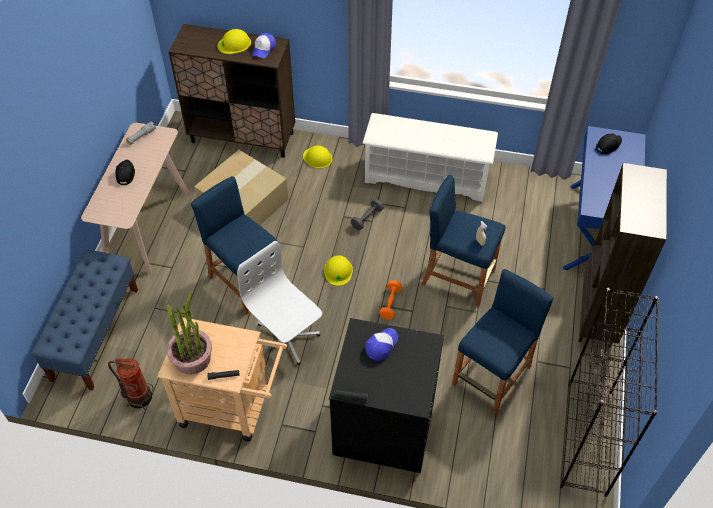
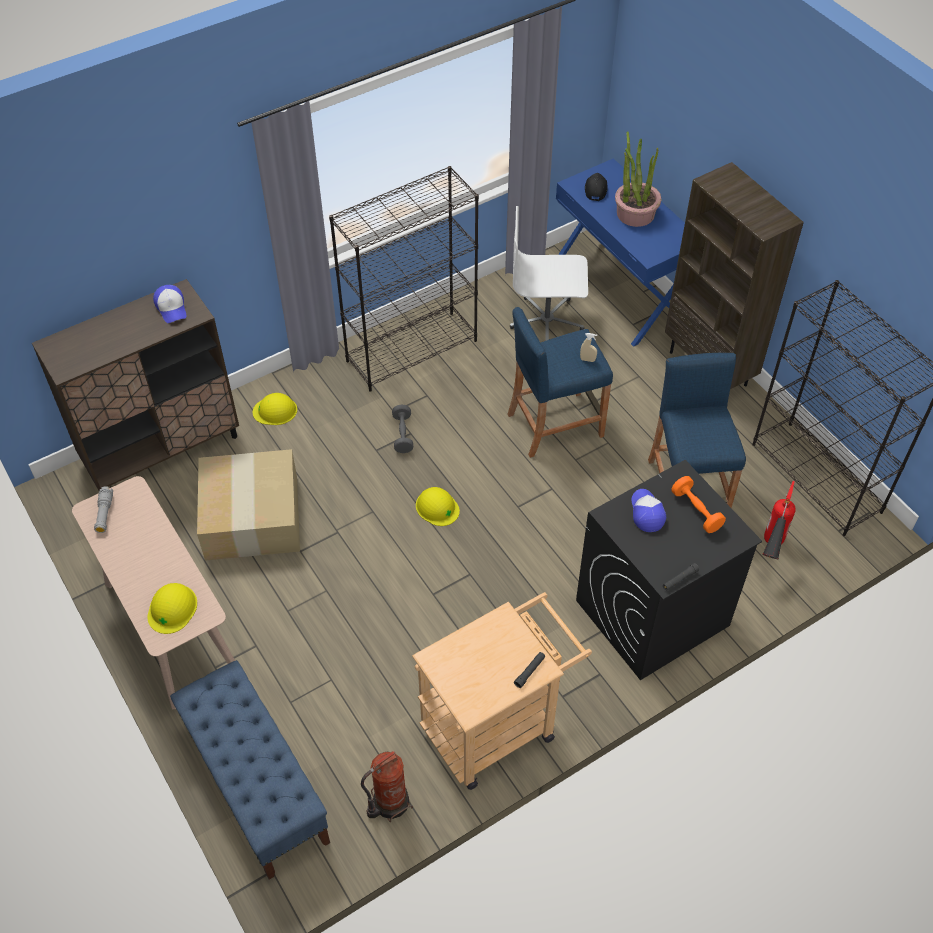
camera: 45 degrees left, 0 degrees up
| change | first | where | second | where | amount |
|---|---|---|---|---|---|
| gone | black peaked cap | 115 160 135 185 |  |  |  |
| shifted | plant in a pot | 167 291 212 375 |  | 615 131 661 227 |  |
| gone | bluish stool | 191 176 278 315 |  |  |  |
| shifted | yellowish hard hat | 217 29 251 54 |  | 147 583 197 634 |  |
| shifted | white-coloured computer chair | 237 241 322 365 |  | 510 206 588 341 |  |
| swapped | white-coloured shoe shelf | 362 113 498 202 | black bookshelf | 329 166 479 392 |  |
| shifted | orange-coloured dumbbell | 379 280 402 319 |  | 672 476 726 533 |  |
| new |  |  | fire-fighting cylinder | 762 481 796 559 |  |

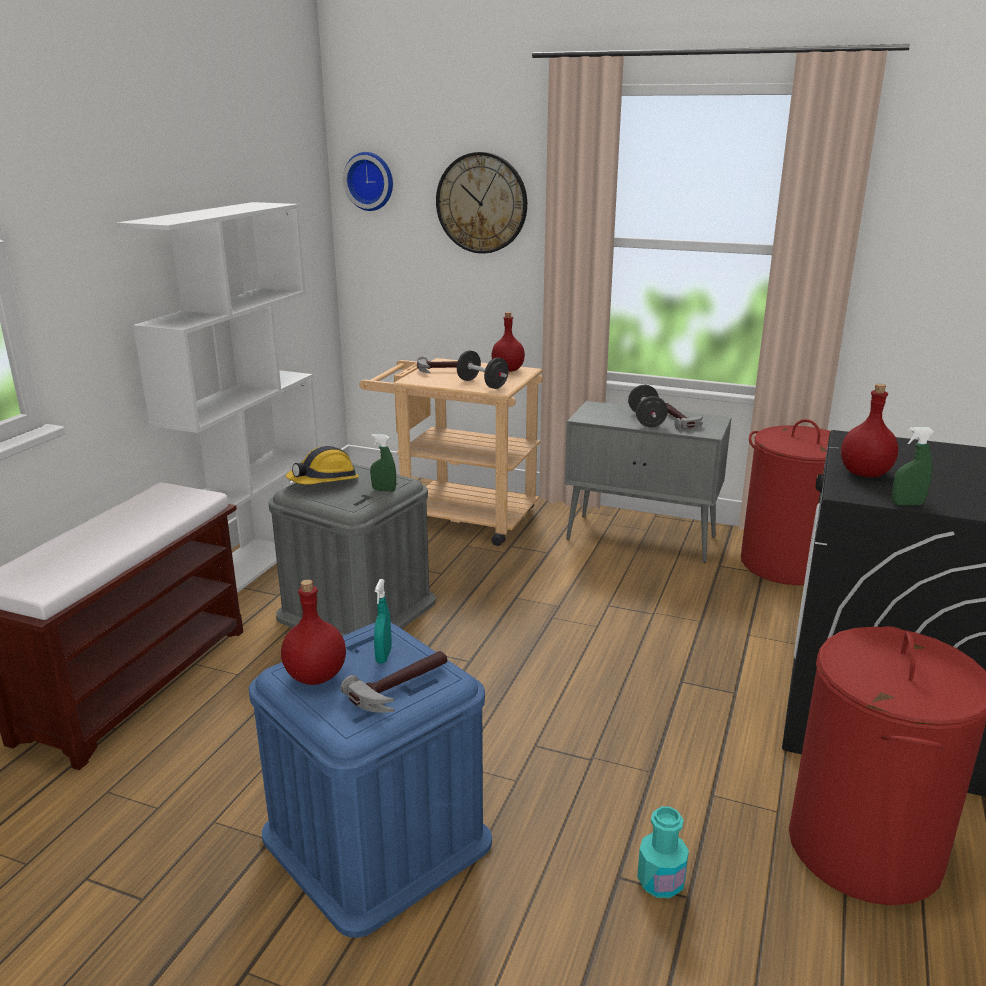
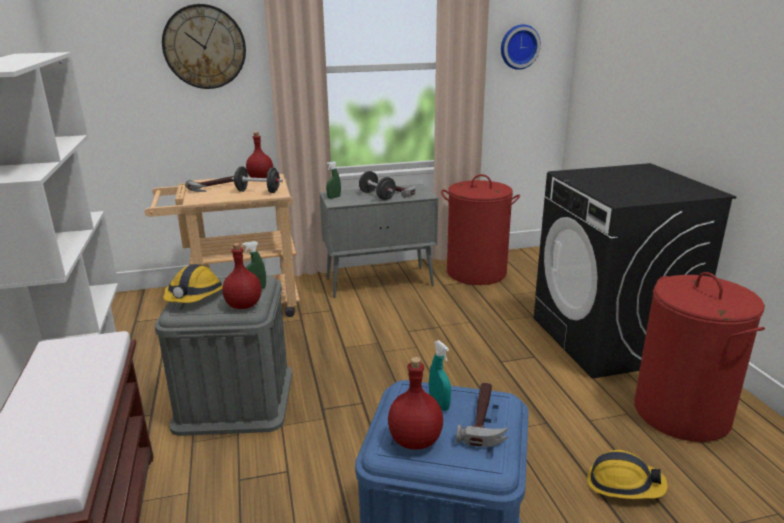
camera: 35 degrees left, 0 degrees up
| change | first | where | second | where | amount |
|---|---|---|---|---|---|
| shifted | hanging clock | 343 152 393 211 |  | 501 24 541 70 |  |
| swapped | turquoise bottle | 637 806 689 898 | hard hat | 587 450 668 499 |  |
| shifted | red-coloured bottle | 841 384 898 477 |  | 222 243 261 309 |  |
| shifted | greenish spray bottle | 892 427 934 506 |  | 326 161 341 199 |  |

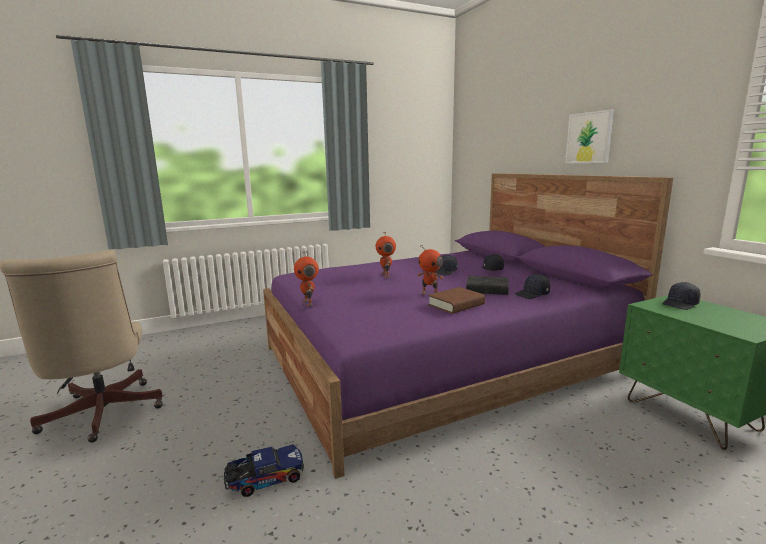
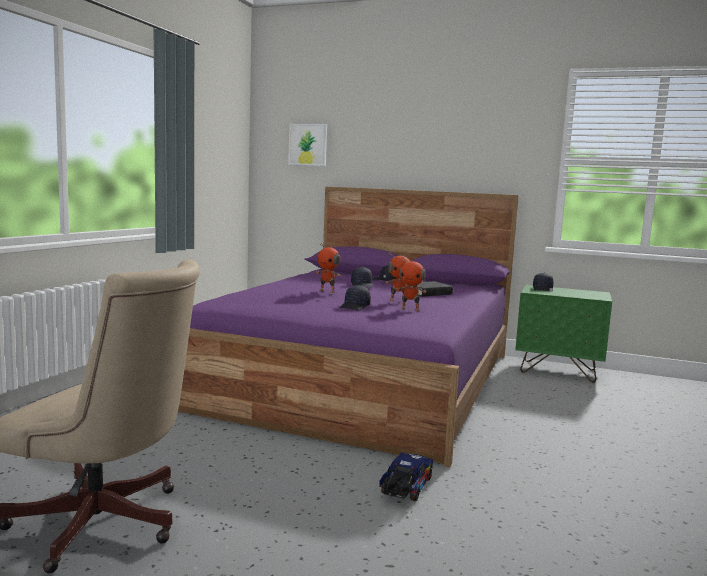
camera: 45 degrees left, 5 degrees down
| change | first | where | second | where | amount |
|---|---|---|---|---|---|
| shifted | toy robot | 294 252 319 306 |  | 397 257 427 311 |  |
| gone | brown-coloured volume | 428 287 485 314 |  |  |  |
| shifted | black peaked cap | 514 274 550 299 |  | 340 285 371 310 |  |
| shifted | wall picture | 565 109 614 163 |  | 288 124 327 166 |  |

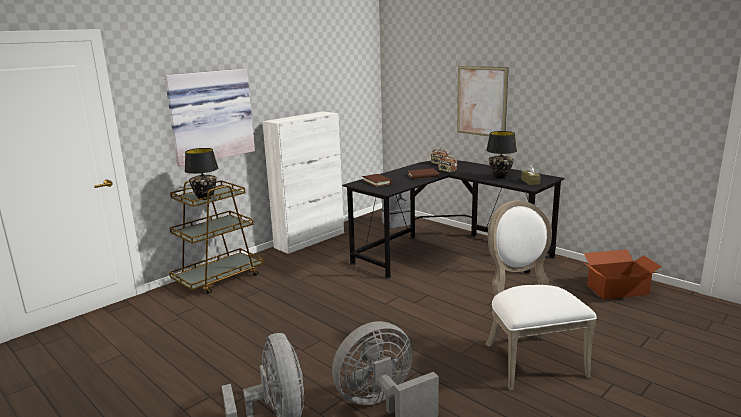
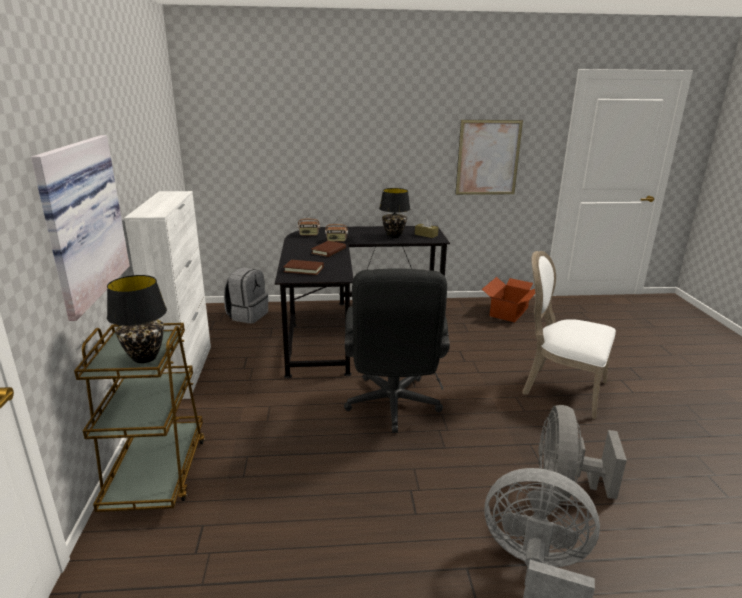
camera: 50 degrees left, 5 degrees up
| change | first | where | second | where | amount |
|---|---|---|---|---|---|
| shifted | wall picture | 457 66 509 136 |  | 455 120 523 195 |  |
| new |  |  | black computer chair | 344 268 450 433 |  |

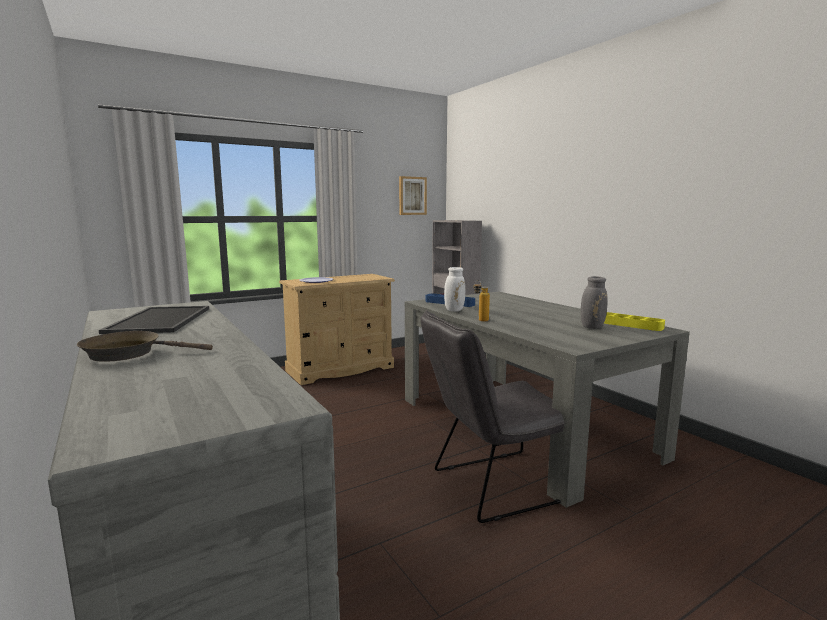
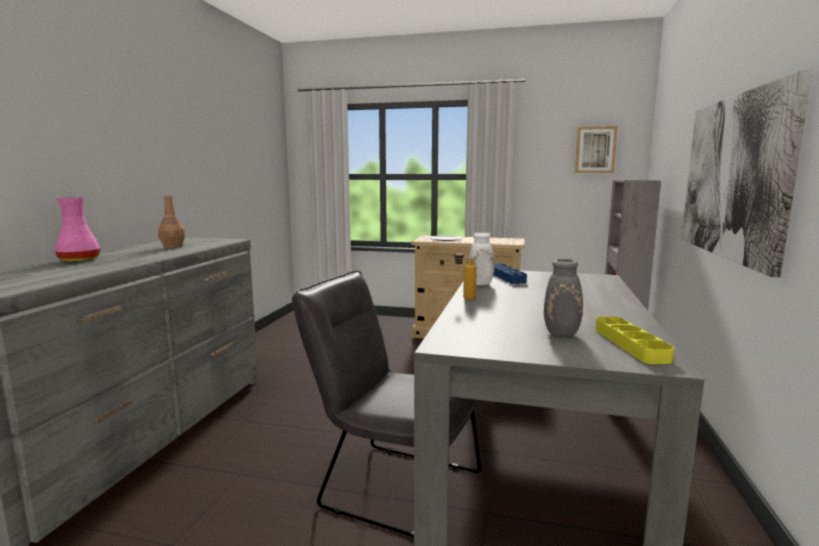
camera: 45 degrees right, 0 degrees up
| change | first | where | second | where | amount |
|---|---|---|---|---|---|
| swapped | brown-coloured pan | 77 331 213 362 | pink decorative vase | 55 197 100 262 |  |
| swapped | tray | 99 306 209 334 | brown-coloured bottle | 158 194 185 248 |  |
| new |  |  | wall picture | 681 69 813 277 |  |

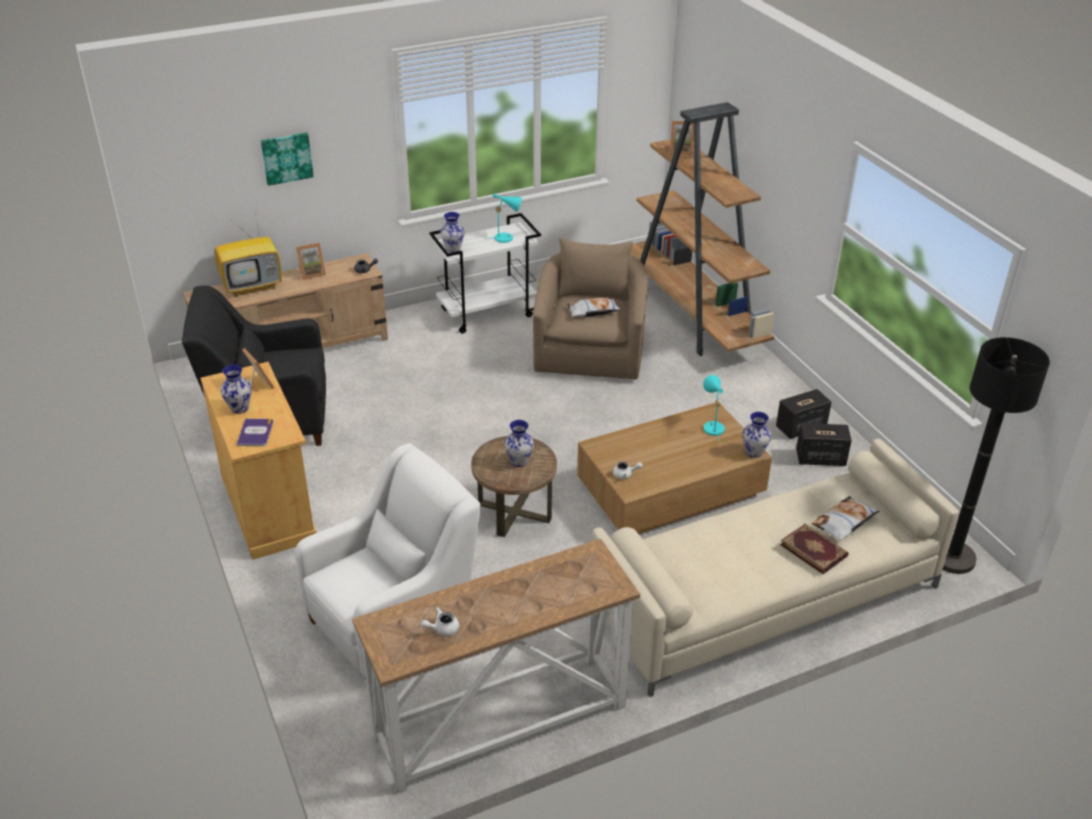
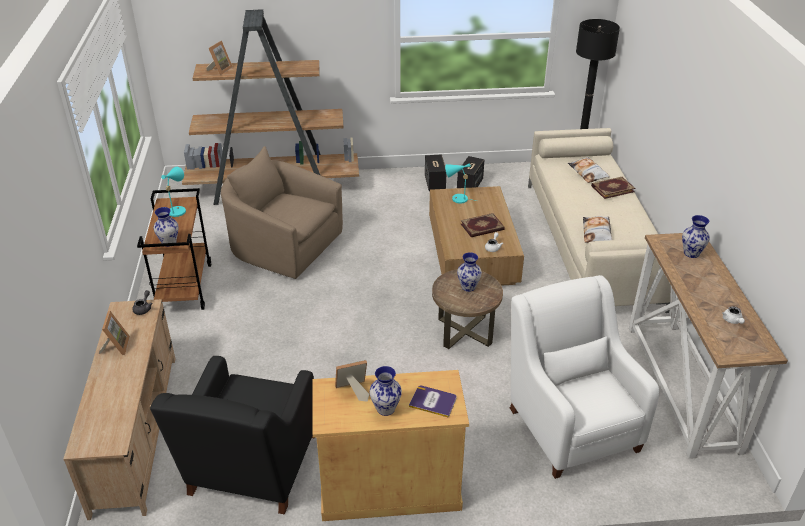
camera: 70 degrees left, 0 degrees up
| change | first | where | second | where | amount |
|---|---|---|---|---|---|
| gone | television | 215 212 282 297 |  |  |  |
| gone | wall picture | 261 132 314 186 |  |  |  |
| repainted | white-coloured trolley | 429 213 541 334 | brown-coloured trolley | 137 188 211 310 |  |
| shifted | cushion | 567 298 621 317 |  | 583 216 612 243 |  |
| shifted | decorative vase | 742 412 771 458 |  | 682 215 710 258 |  |
| new |  |  | volume | 461 213 504 237 |  |

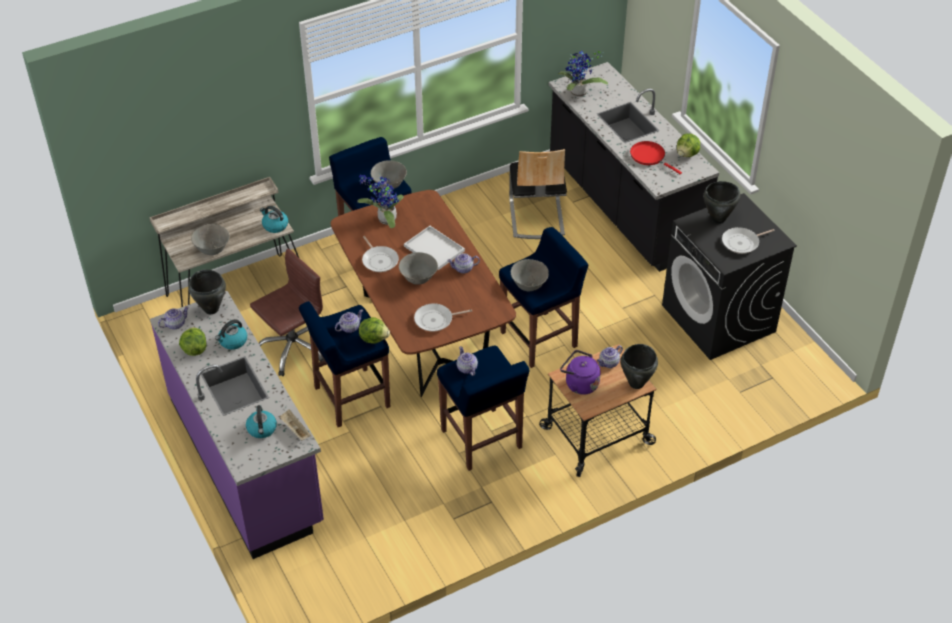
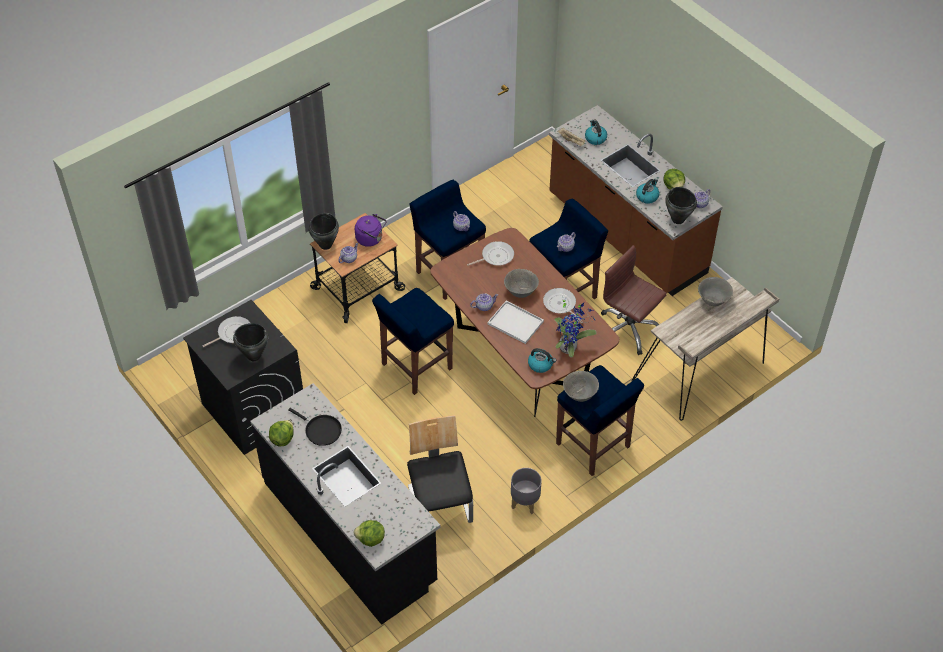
camera: 170 degrees right, 5 degrees up
| change | first | where | second | where | amount |
|---|---|---|---|---|---|
| repainted | purple-coloured kitchen counter | 150 291 324 559 | brown-coloured kitchen counter | 549 105 723 296 |  |
| rotated | brown-coloured computer chair | 250 249 324 376 |  | 601 245 667 355 | 90 degrees clockwise |
| shifted | water kettle | 260 206 288 233 |  | 528 348 556 373 |  |
| shifted | lettuce | 359 317 390 344 |  | 353 520 385 547 |  |
| gone | grey bowl | 511 259 549 291 |  |  |  |
| gone | plant in a pot | 558 51 608 97 |  |  |  |
| repainted | red-coloured pan | 630 141 682 174 | black pan | 288 408 342 446 |  |
| new |  |  | grey planter | 511 468 542 514 |  |

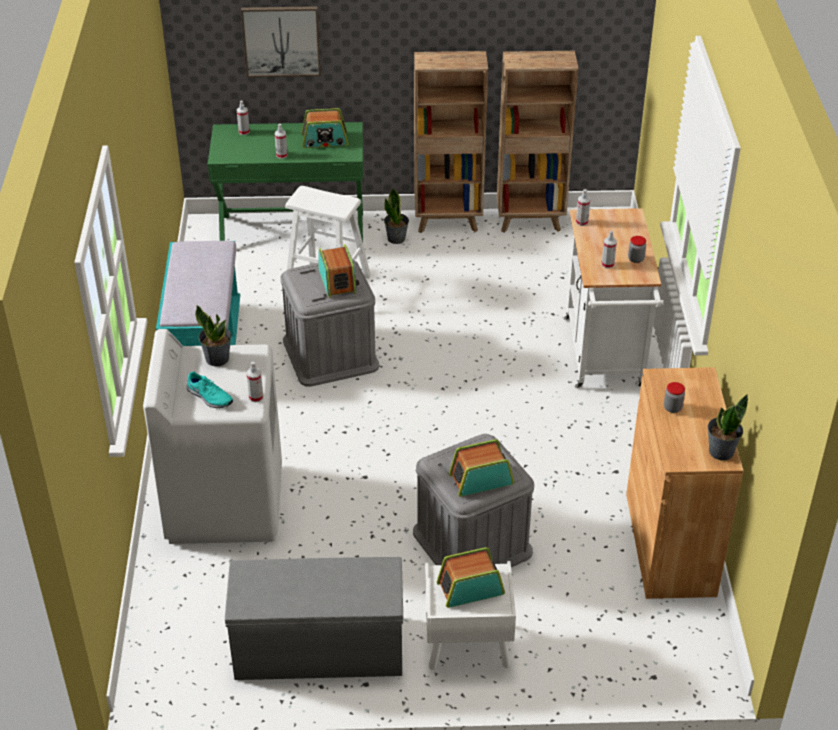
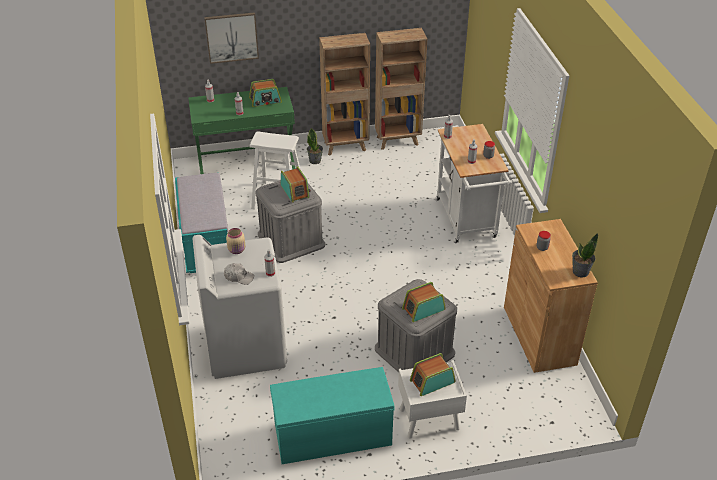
camera: 10 degrees left, 0 degrees up
| change | first | where | second | where | amount |
|---|---|---|---|---|---|
| swapped | turquoise shoe | 186 371 233 408 | white-coloured peaked cap | 224 263 254 285 |  |
| swapped | plant in a pot | 195 305 231 366 | beige-coloured storage jar | 226 228 245 254 |  |
| repainted | grey long seat | 225 557 403 680 | turquoise long seat | 270 367 394 464 |  |

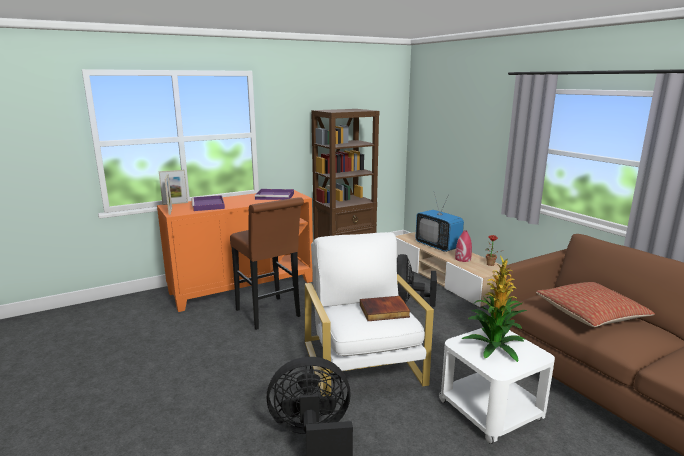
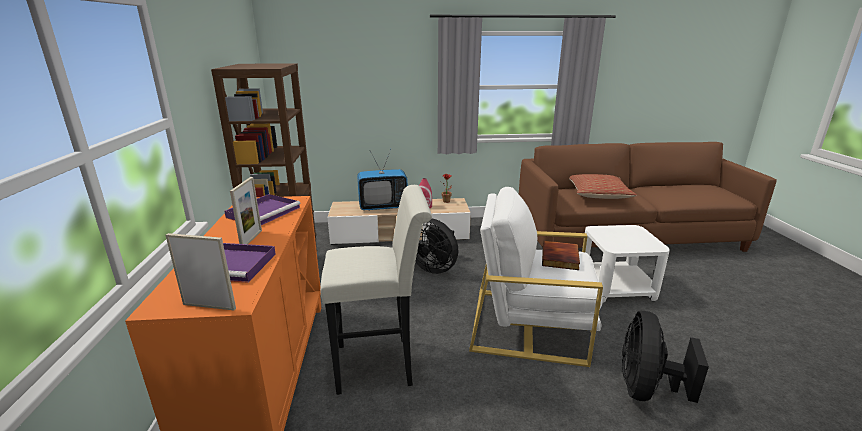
camera: 65 degrees left, 5 degrees up
| change | first | where | second | where | amount |
|---|---|---|---|---|---|
| shifted | photo frame | 159 170 188 205 |  | 230 177 262 244 |  |
| repainted | brown-coloured stool | 230 197 304 330 | white-coloured stool | 320 185 432 395 |  |
| gone | plant in a pot | 462 255 527 362 |  |  |  |

